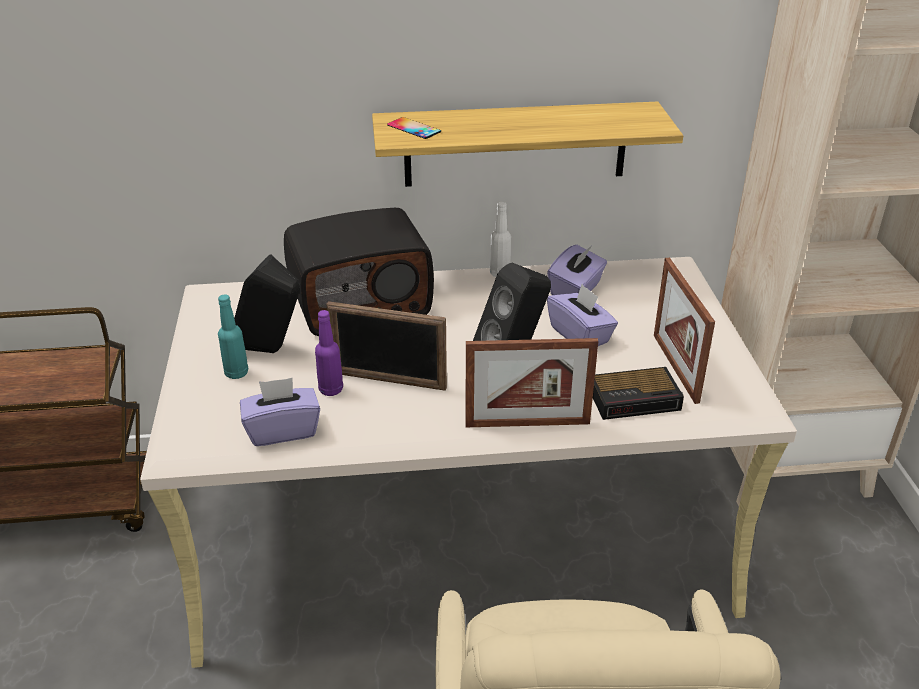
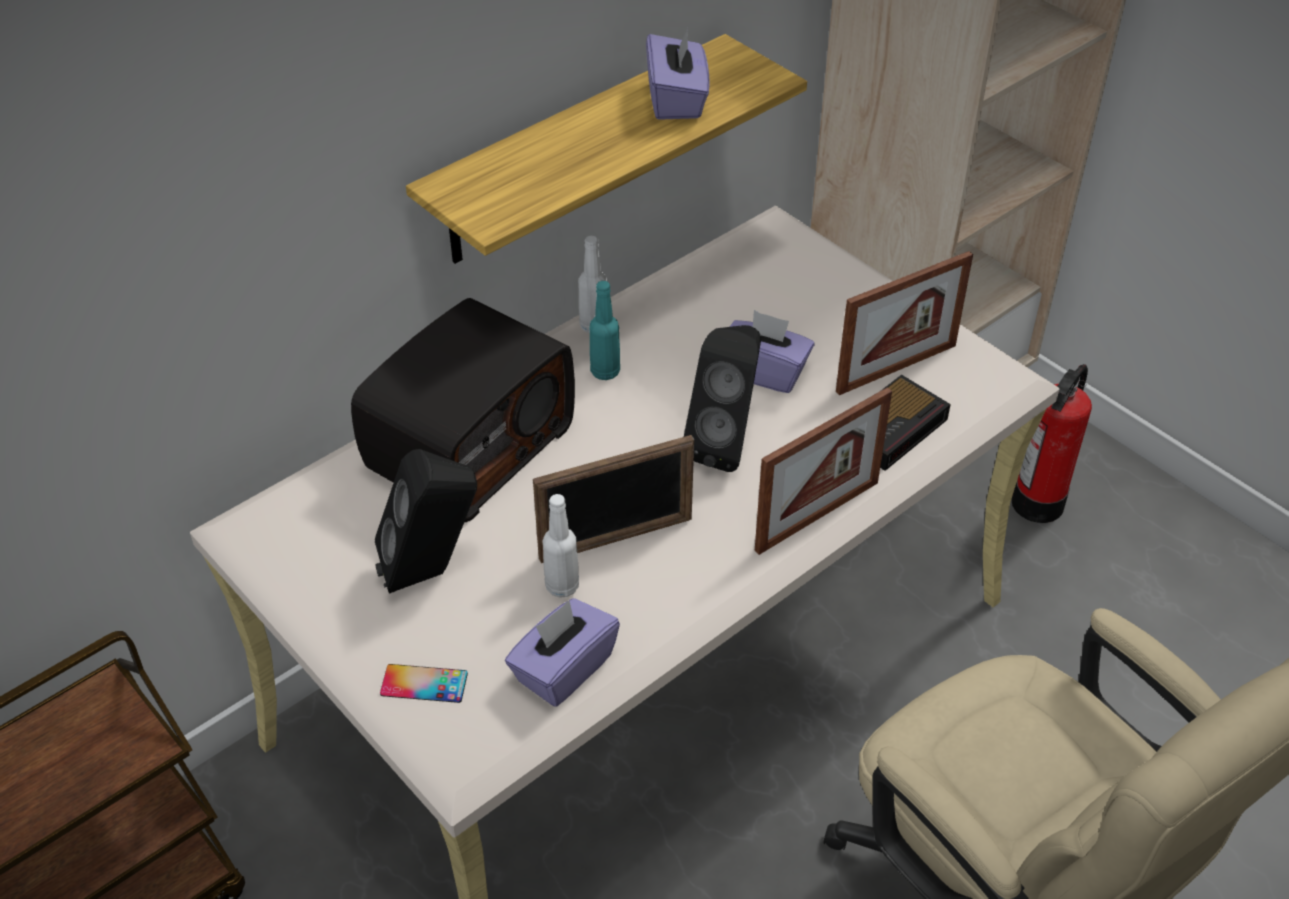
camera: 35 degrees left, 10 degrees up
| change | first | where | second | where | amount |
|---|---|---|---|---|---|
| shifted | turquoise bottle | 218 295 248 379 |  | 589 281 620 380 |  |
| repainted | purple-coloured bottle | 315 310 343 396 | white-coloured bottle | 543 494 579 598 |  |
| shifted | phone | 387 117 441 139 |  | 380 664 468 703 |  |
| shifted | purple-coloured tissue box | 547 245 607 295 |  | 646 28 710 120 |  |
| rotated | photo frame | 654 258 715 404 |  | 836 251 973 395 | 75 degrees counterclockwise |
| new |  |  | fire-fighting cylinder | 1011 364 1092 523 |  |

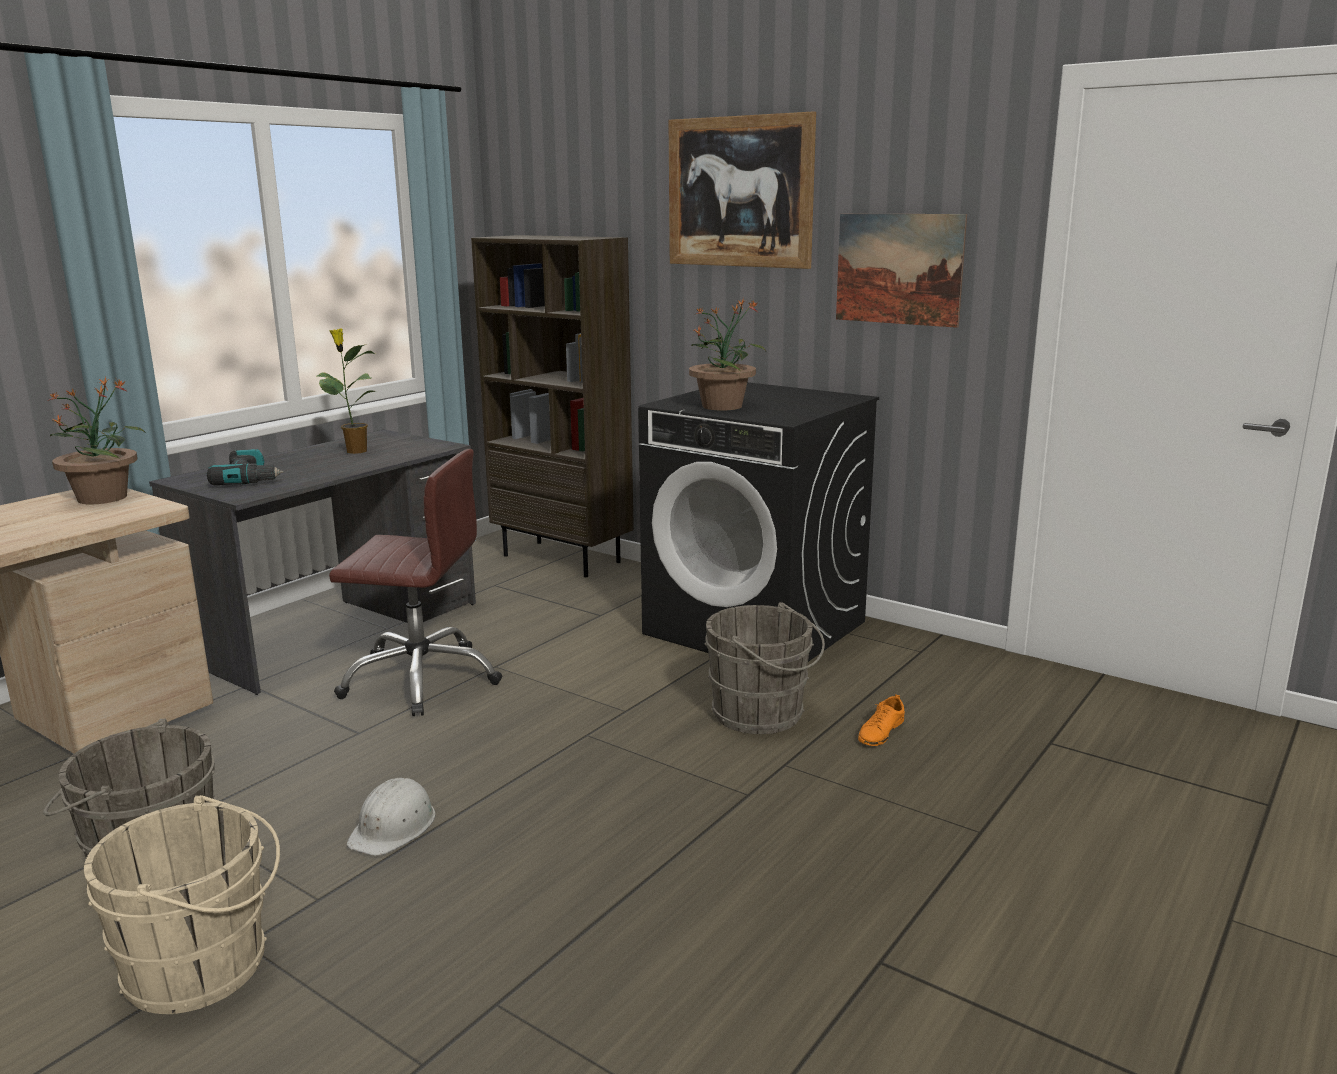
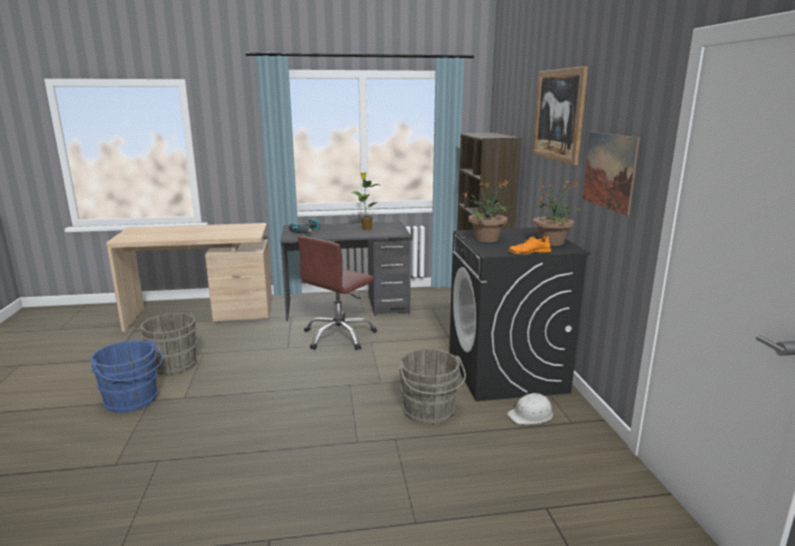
camera: 45 degrees right, 0 degrees up
| change | first | where | second | where | amount |
|---|---|---|---|---|---|
| shifted | plant in a pot | 47 377 146 504 |  | 533 179 581 246 |  |
| repainted | beige-coloured bucket | 84 795 280 1014 | bluish bucket | 90 340 163 413 |  |
| rotated | brown-coloured computer chair | 329 449 502 716 |  | 298 236 377 350 | 75 degrees clockwise |
| shifted | white-coloured hard hat | 346 778 436 856 |  | 507 393 553 424 |  |
| shifted | orange-coloured shoe | 858 694 905 746 |  | 509 236 551 254 |  |

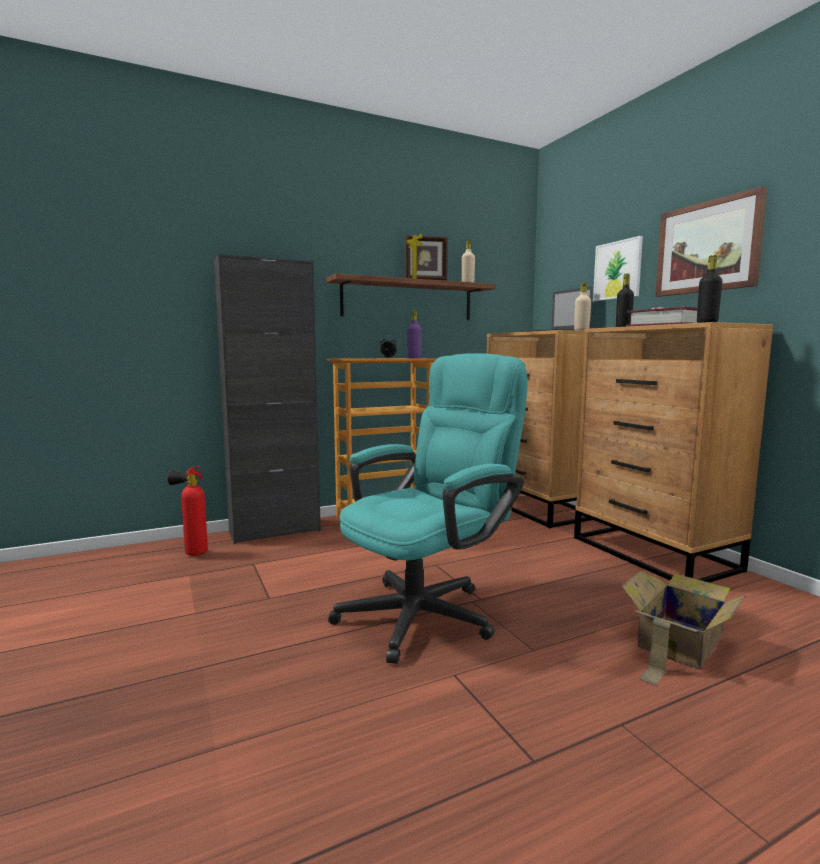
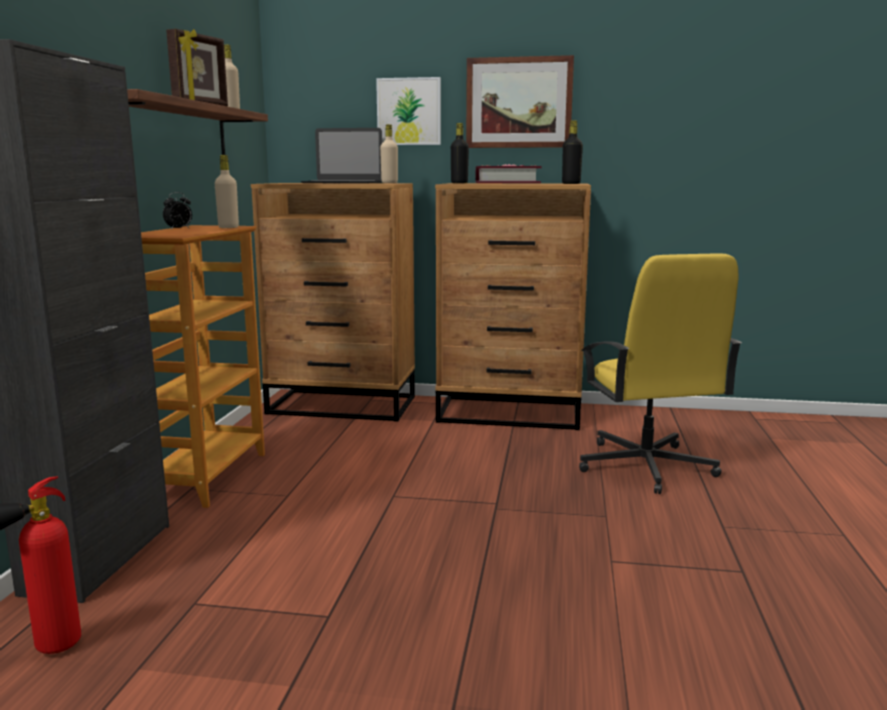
camera: 55 degrees left, 5 degrees up
| change | first | where | second | where | amount |
|---|---|---|---|---|---|
| gone | turquoise computer chair | 328 353 528 664 |  |  |  |
| repainted | purple-coloured bottle | 407 311 422 358 | beige-coloured bottle | 215 155 239 228 |  |
| swapped | carton | 621 571 746 686 | yellowish computer chair | 579 254 742 494 |  |

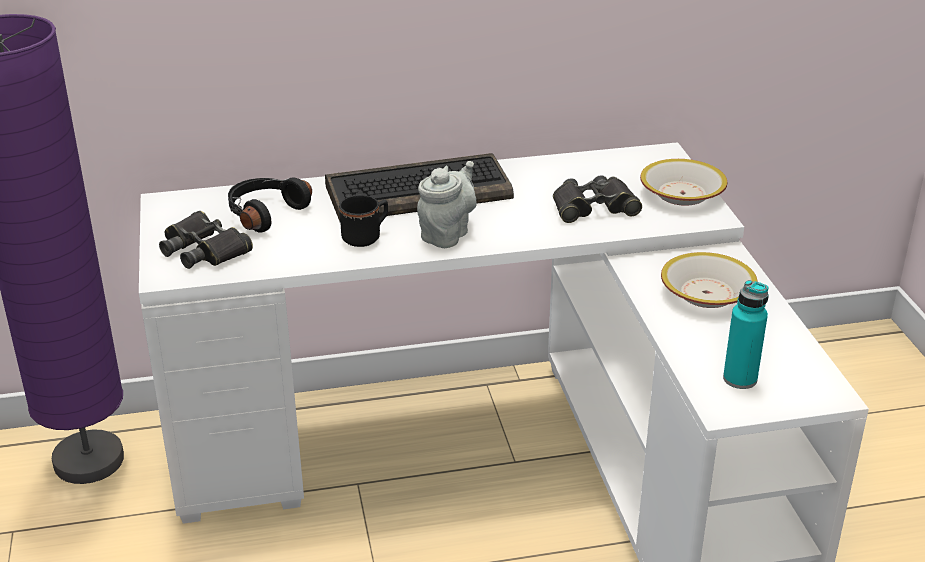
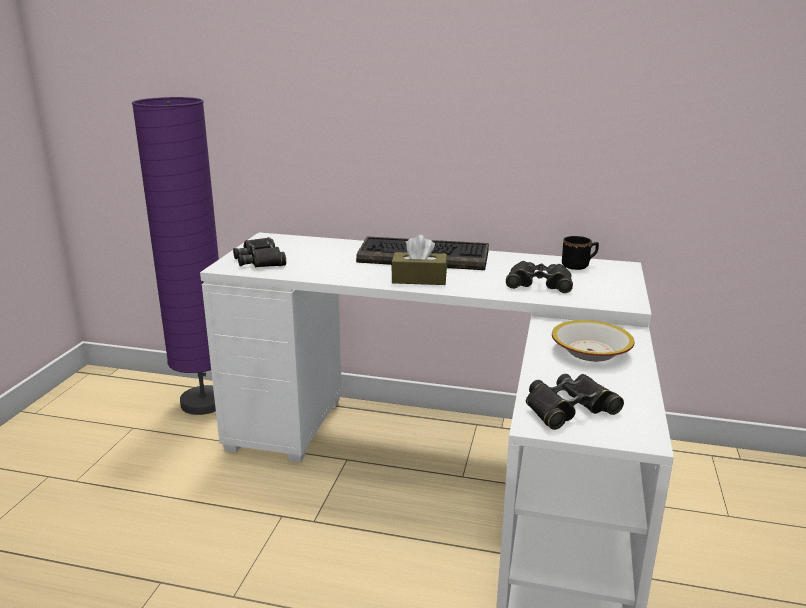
camera: 25 degrees right, 10 degrees down
| change | first | where | second | where | amount |
|---|---|---|---|---|---|
| gone | black pair of headphones | 228 178 312 233 |  |  |  |
| shifted | black mug | 339 195 388 247 |  | 562 236 599 270 |  |
| swapped | grey tea pot | 417 161 476 248 | brown-coloured tissue box | 391 235 447 285 |  |
| gone | bowl | 640 159 727 206 |  |  |  |
| swapped | turquoise bottle | 723 280 769 389 | black pair of binoculars | 526 374 624 430 |  |

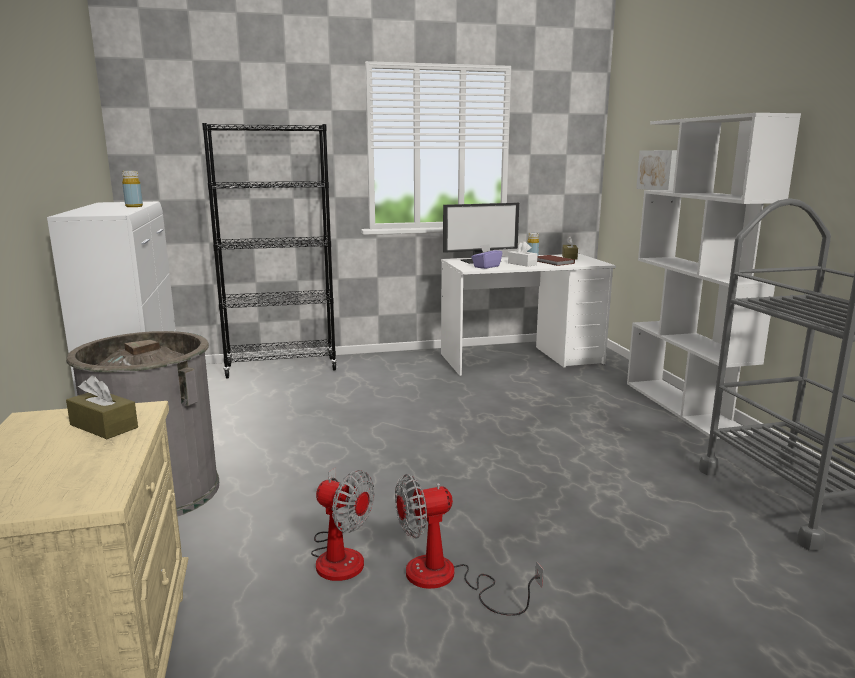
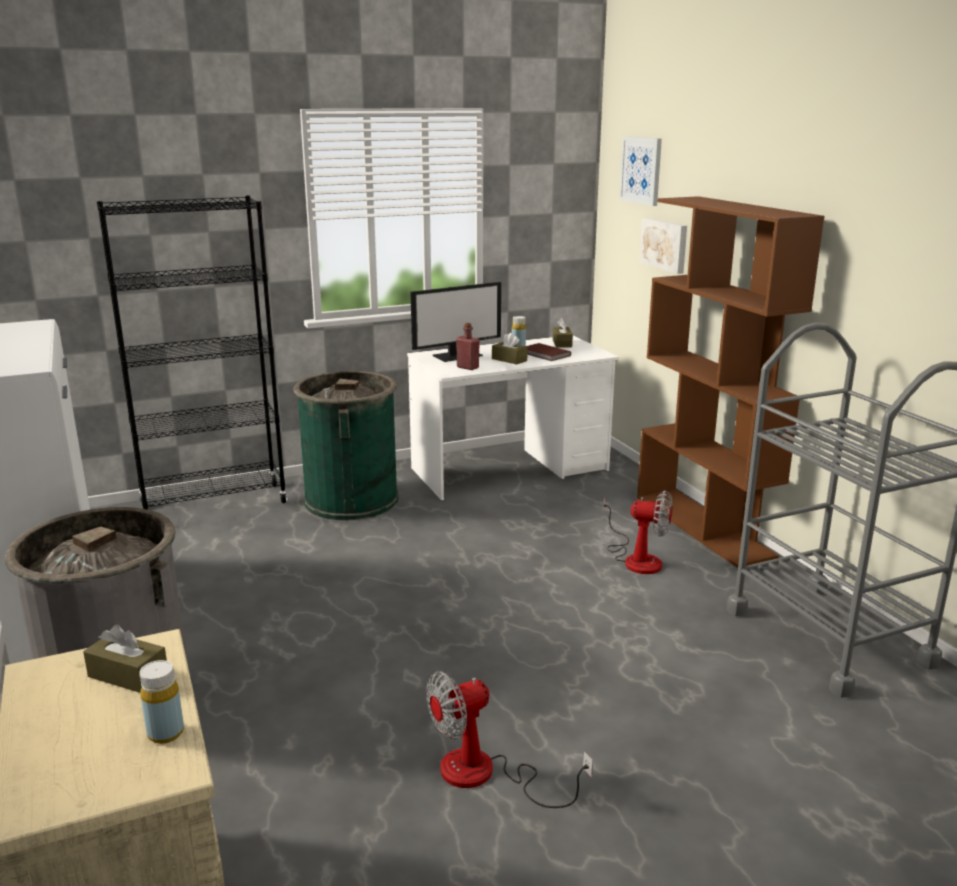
camera: 10 degrees left, 5 degrees up
| change | first | where | second | where | amount |
|---|---|---|---|---|---|
| shifted | yellowish bottle | 122 171 143 207 |  | 139 660 184 744 |  |
| shifted | electric fan | 311 468 374 581 |  | 603 490 673 574 |  |
| swapped | purple-coloured tissue box | 471 244 502 269 | red-coloured bottle | 456 323 480 370 |  |
| repainted | white-coloured tissue box | 508 241 538 267 | brown-coloured tissue box | 492 333 528 365 |  |
| repainted | white-coloured bookshelf | 627 113 801 439 | brown-coloured bookshelf | 637 196 824 568 |  |
| new |  |  | greenish waste bin | 293 371 399 521 |  |
| new |  |  | wall picture | 619 136 662 206 |  |

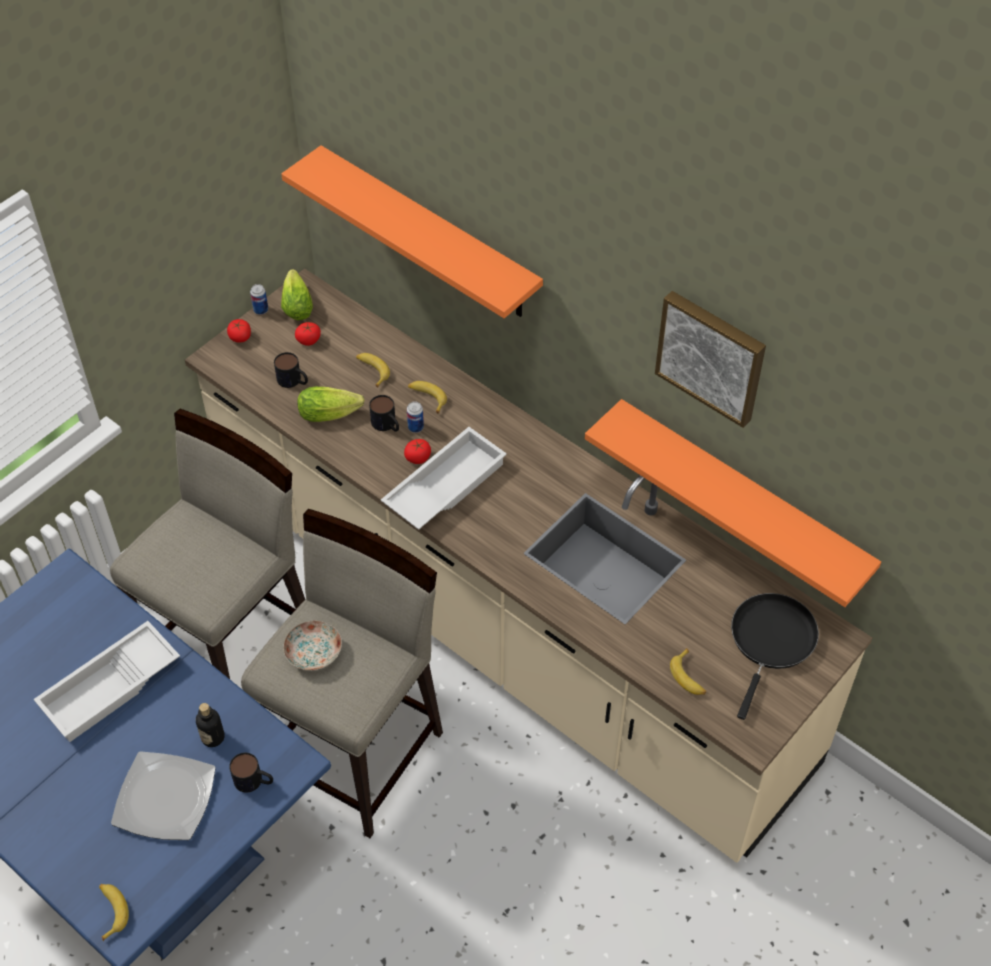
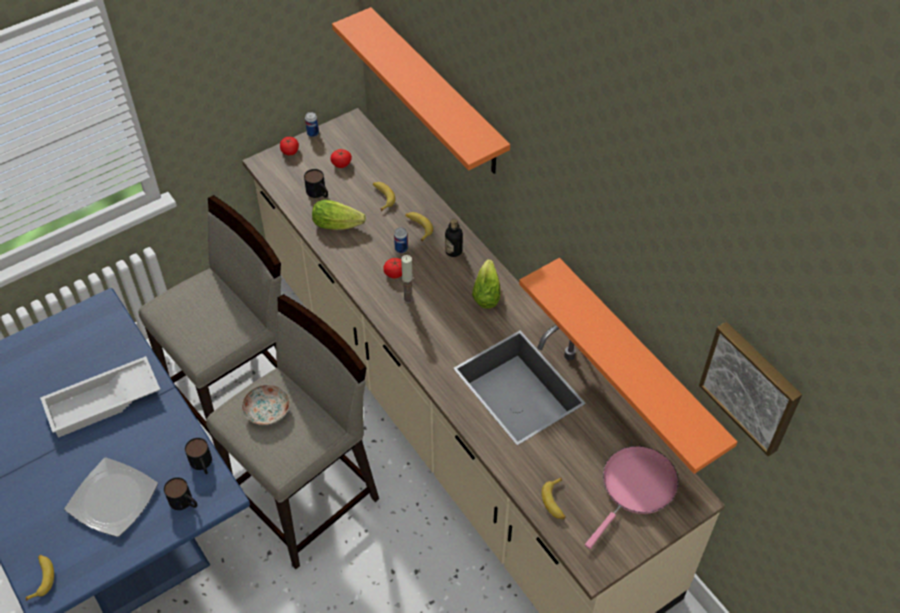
camera: 15 degrees right, 0 degrees up
| change | first | where | second | where | amount |
|---|---|---|---|---|---|
| shifted | bottle | 196 703 225 747 |  | 445 219 463 257 |  |
| shifted | lettuce | 281 269 313 320 |  | 472 259 501 309 |  |
| shifted | mug | 369 395 399 432 |  | 185 438 212 474 |  |
| swapped | white-coloured tray | 381 427 507 530 | wax candle | 401 255 414 304 |  |
| shifted | wall picture | 655 291 766 428 |  | 699 322 802 457 |  |
| repainted | black pan | 731 593 819 720 | pink pan | 585 446 679 549 |  |

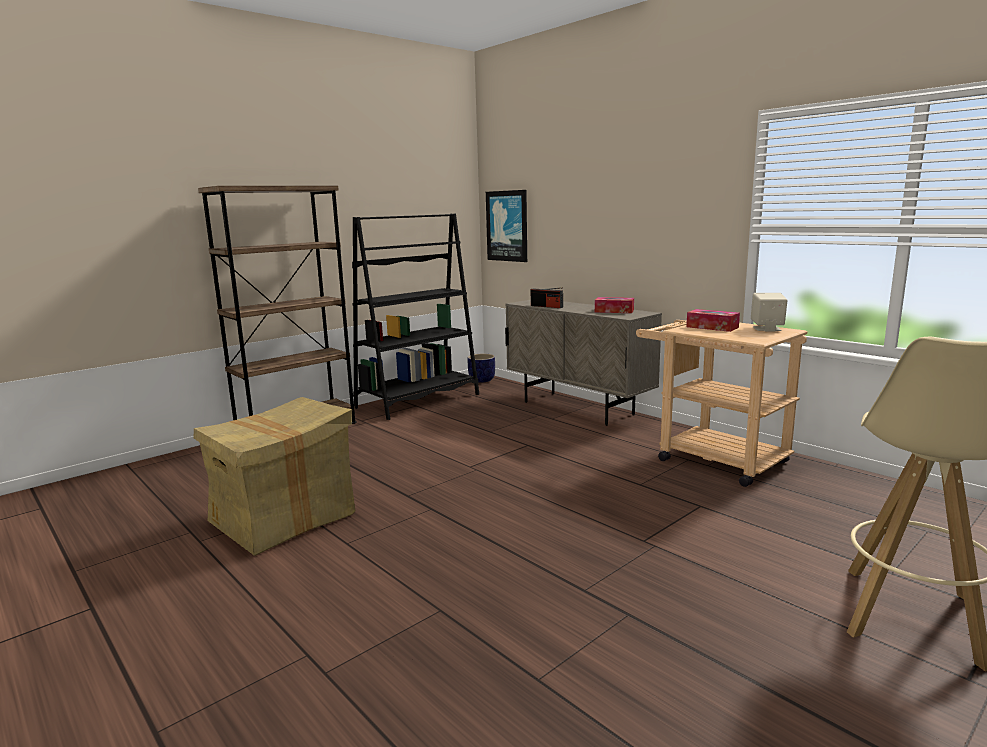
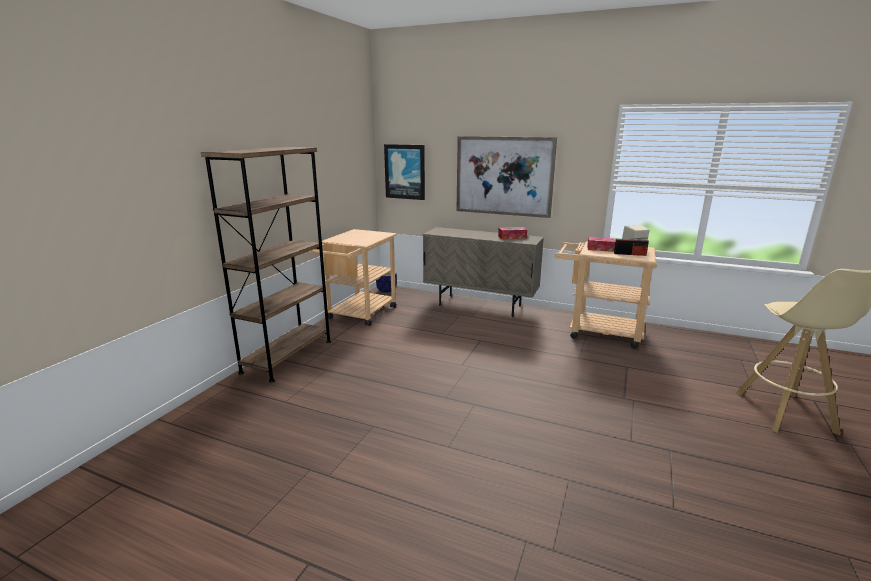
camera: 25 degrees left, 5 degrees up
| change | first | where | second | where | amount |
|---|---|---|---|---|---|
| gone | carton | 193 397 355 556 |  |  |  |
| swapped | black bookshelf | 352 213 479 420 | beige-coloured trolley | 309 229 397 326 |  |
| shifted | radio set | 531 287 563 308 |  | 614 238 649 256 |  |
| new |  |  | wall picture | 457 136 557 218 |  |

